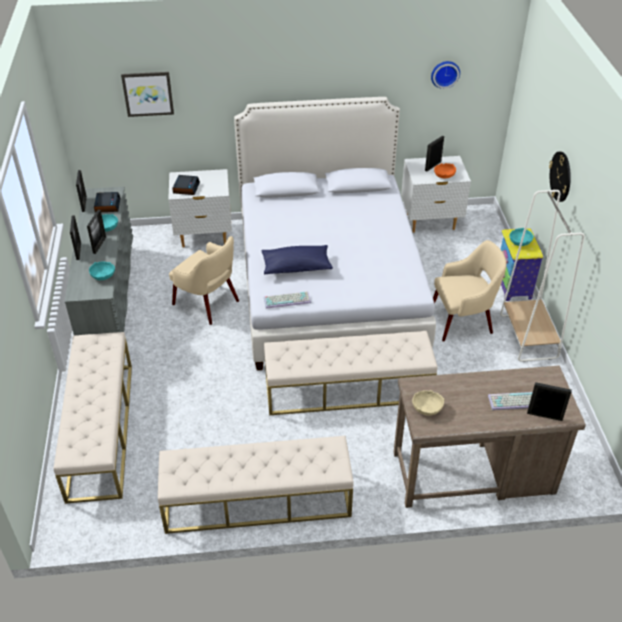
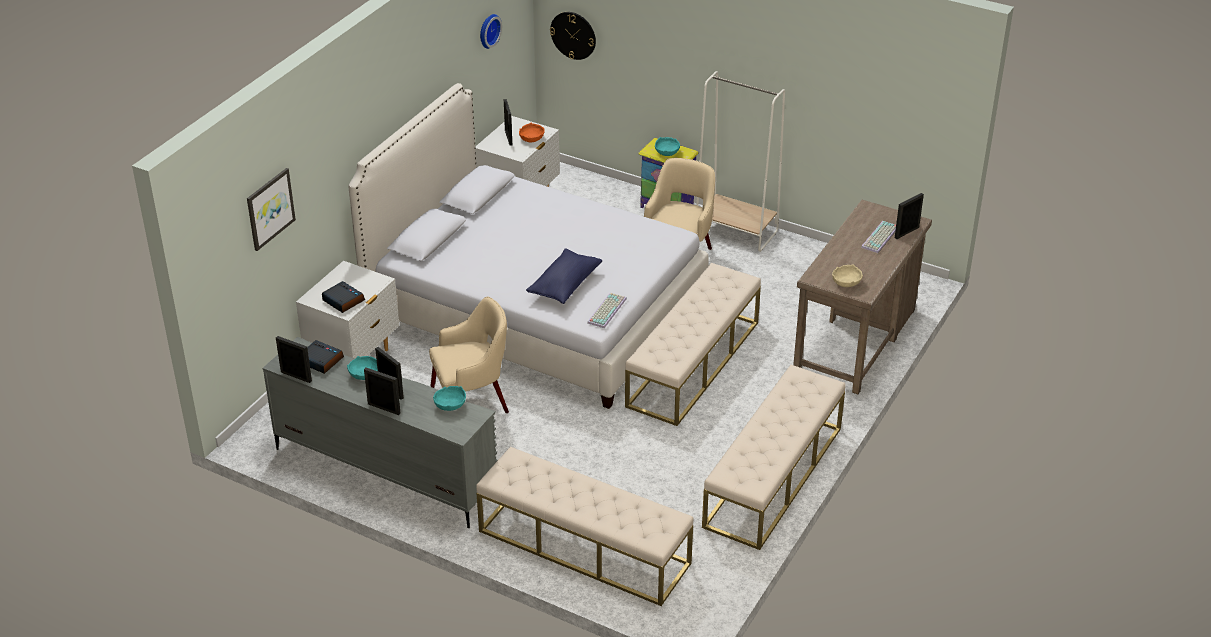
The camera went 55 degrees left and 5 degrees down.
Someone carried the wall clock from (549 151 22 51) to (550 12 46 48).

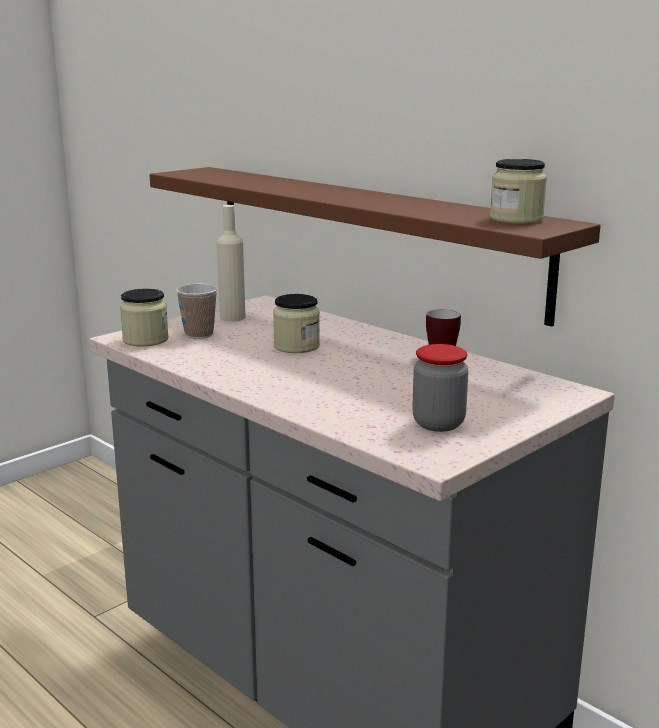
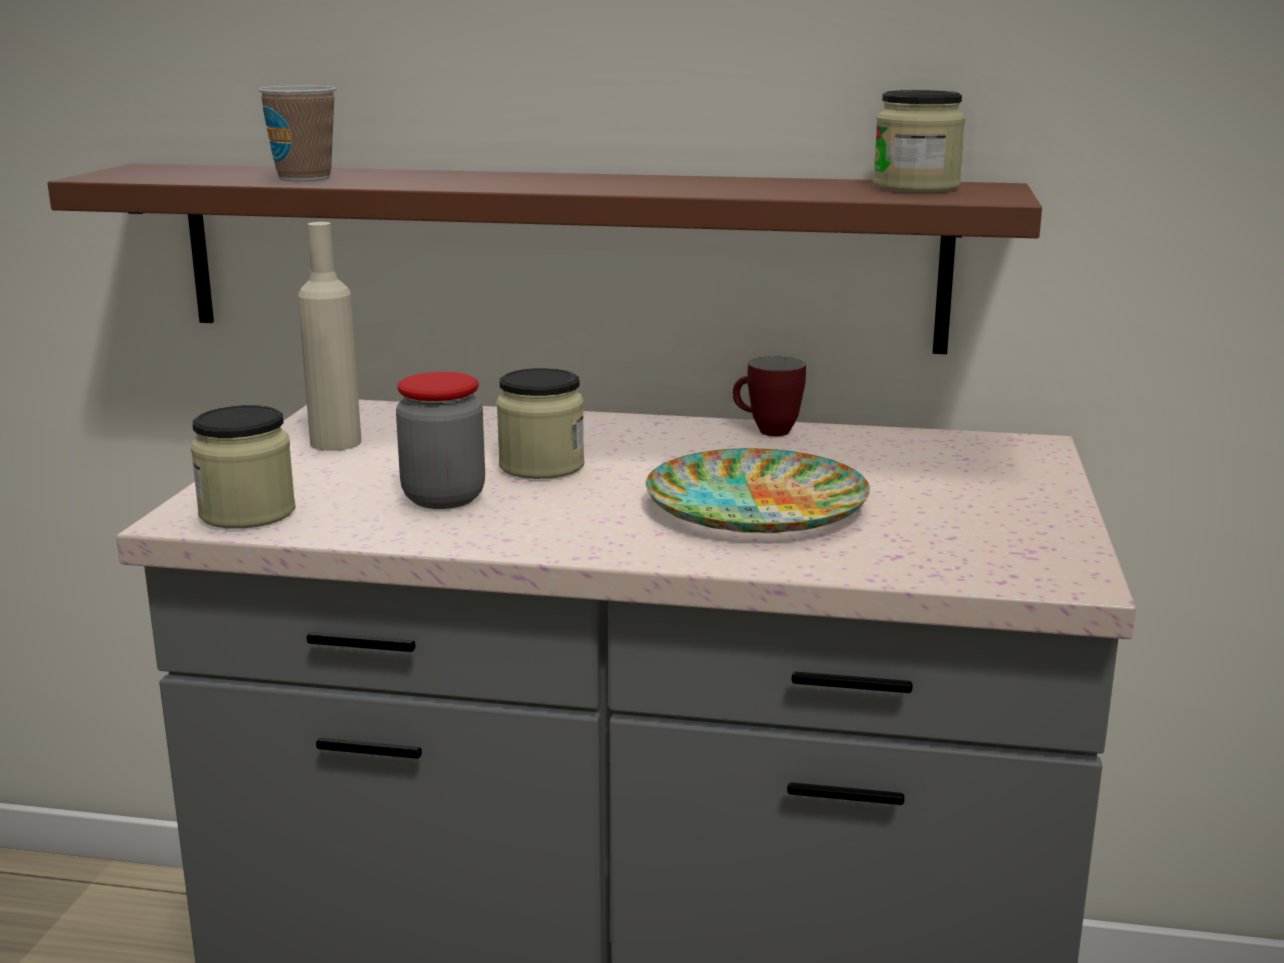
The camera went 35 degrees left and 0 degrees up.
Someone carried the cup from (176 284 42 55) to (258 86 78 95).
Someone carried the jar from (412 344 57 88) to (396 372 89 137).
Someone put down the plate at (646 448 224 85).

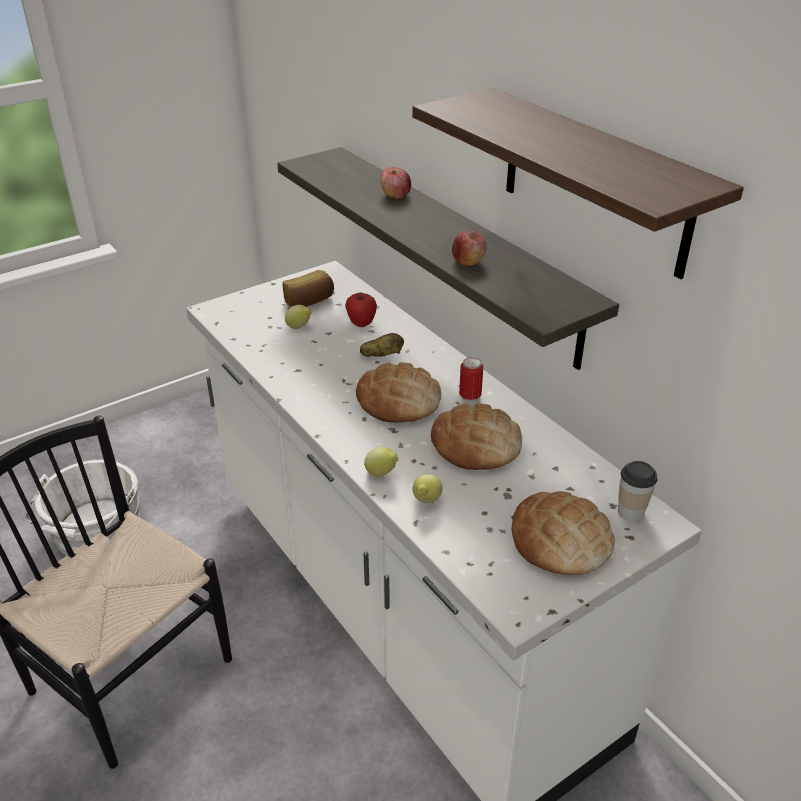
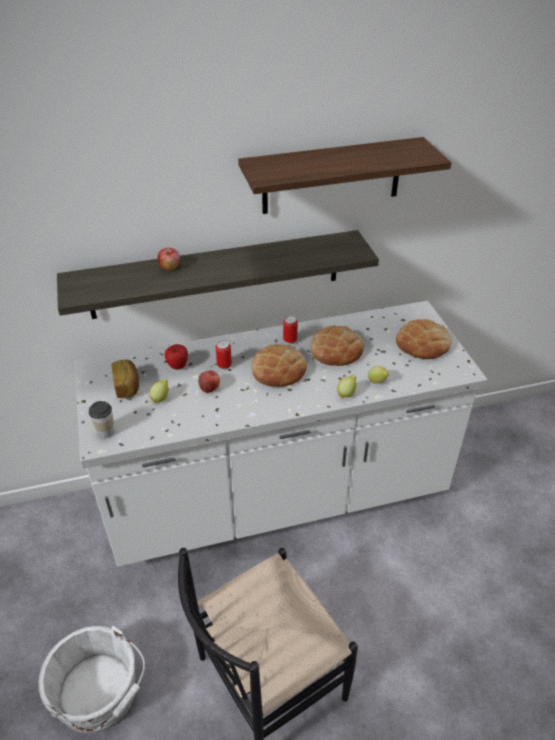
The camera went 70 degrees left and 5 degrees up.
Someone carried the cup from (618 461 40 60) to (89 401 25 37).
Someone carried the apple from (452 231 35 35) to (198 370 22 23).
Someone swapped the potato at (360 333 44 24) for the can at (216 340 16 30).

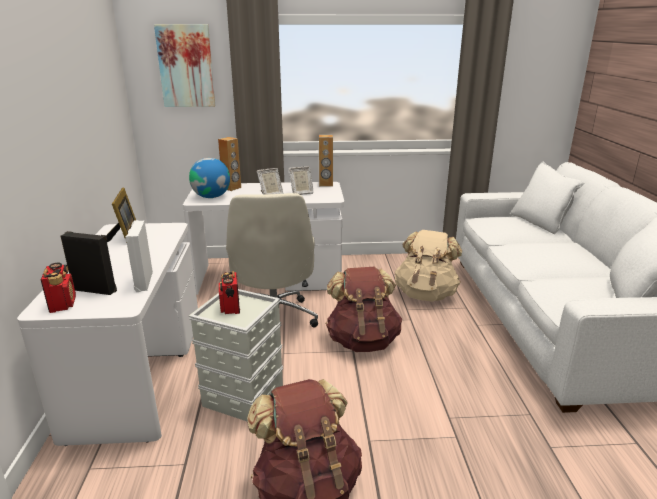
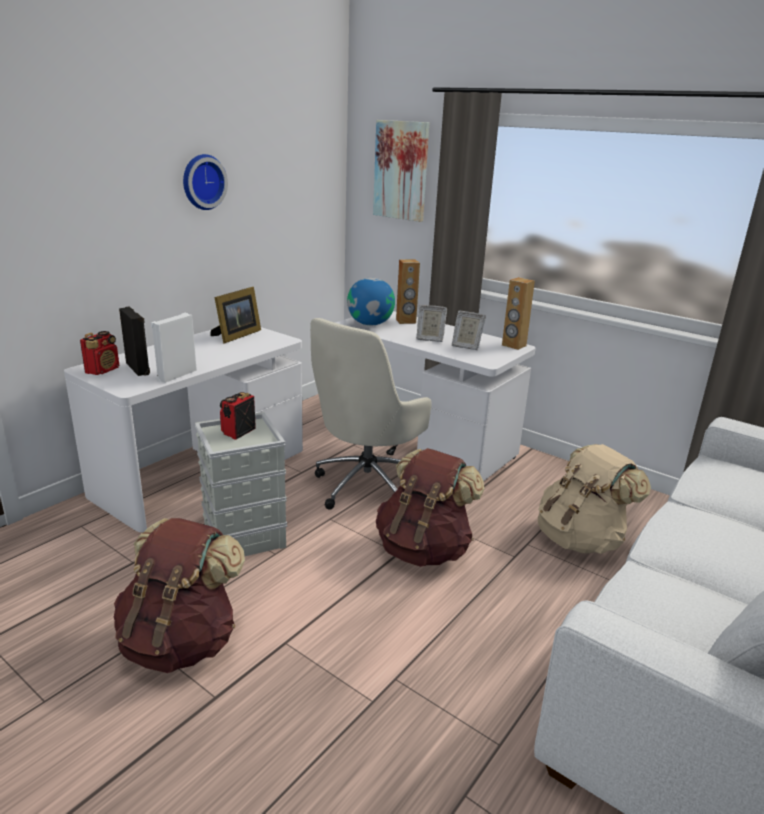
The camera went 40 degrees right and 0 degrees up.
Someone put up the wall clock at (183 154 45 56).

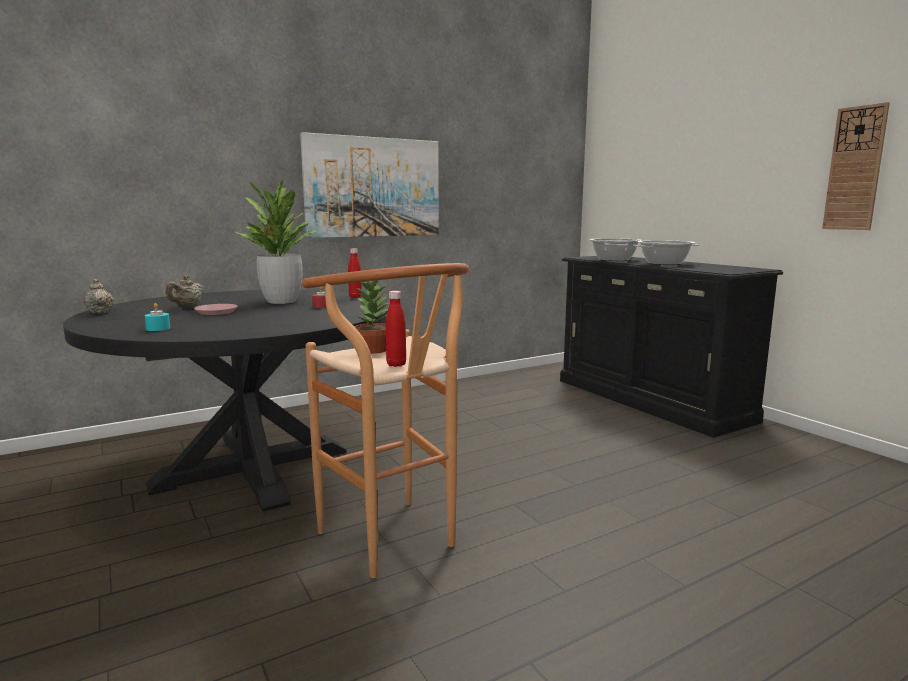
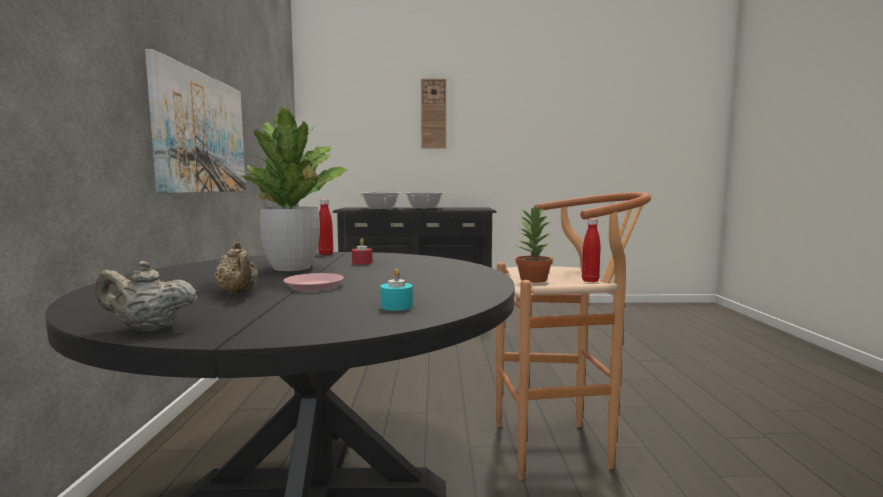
The camera went 60 degrees left and 5 degrees down.
Someone carried the wall clock from (822 102 68 128) to (421 79 26 69).

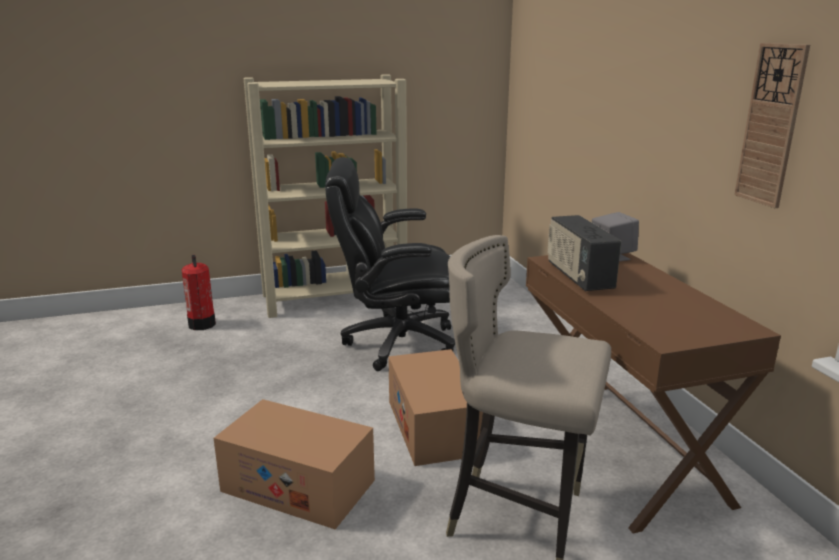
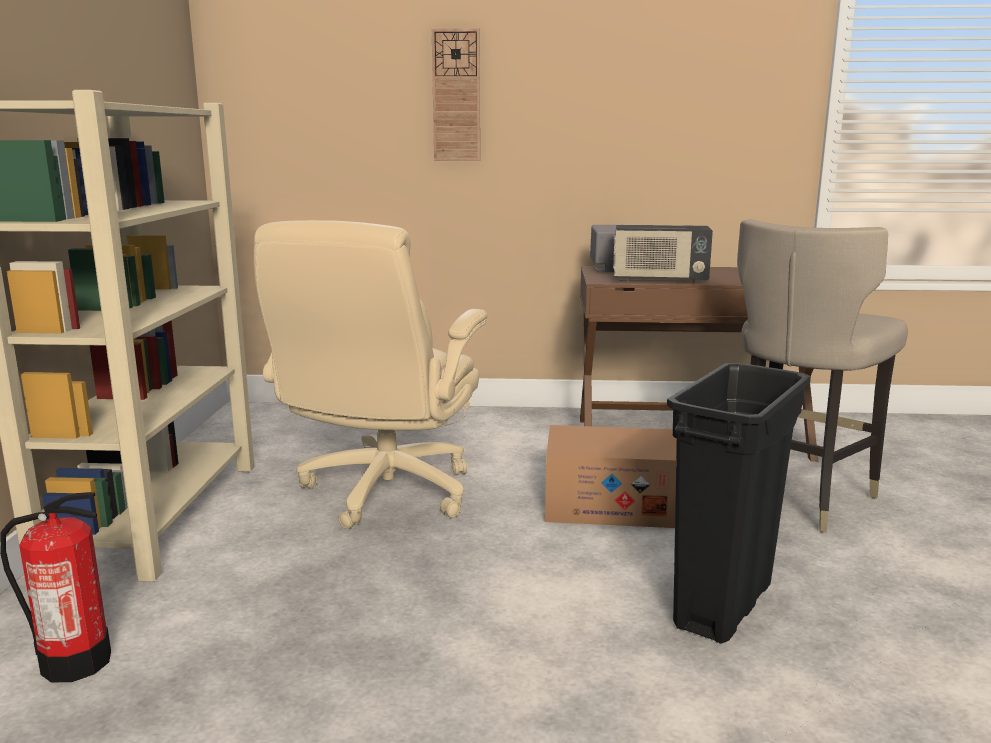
The camera went 70 degrees left and 5 degrees down.
Someone repainted the black office chair at (325 157 130 214), which became the beige office chair at (254 220 233 309).
Someone carried the wall clock from (734 43 76 165) to (432 28 48 133).
Someone swapped the cardboard box at (214 399 161 130) for the black trash can at (667 363 144 281).

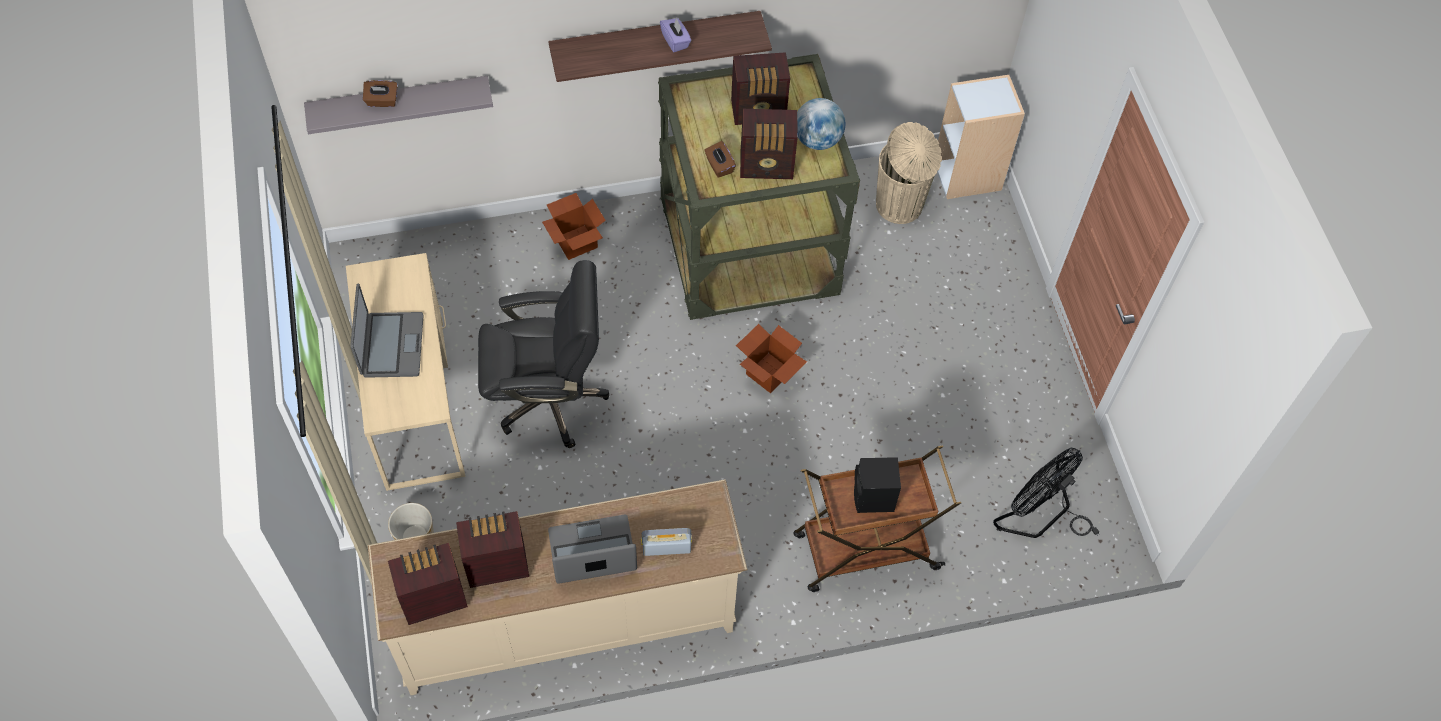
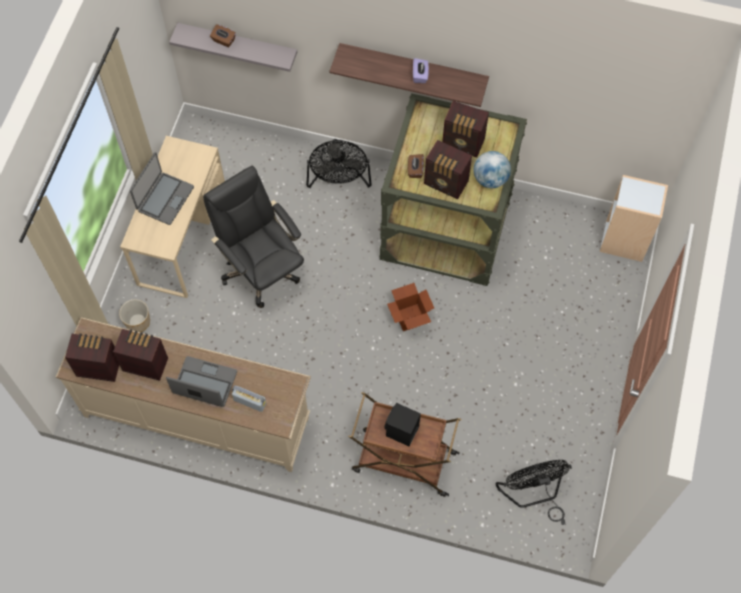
The camera went 30 degrees right and 5 degrees up.
Someone rotated the black office chair at (478 260 131 188) by 150 degrees counterclockwise.
Someone swapped the cardboard box at (542 193 64 67) for the black fan at (306 139 66 49).
Someone took away the beige trash can at (876 122 66 102).

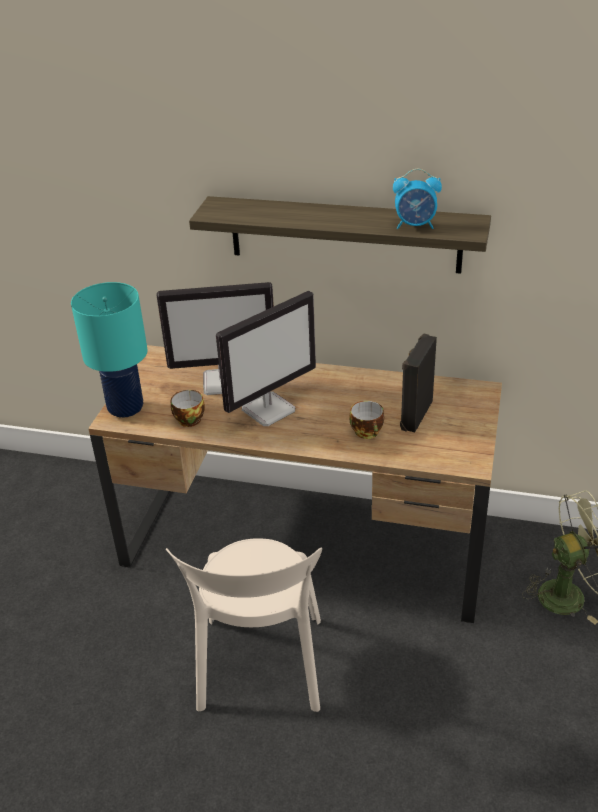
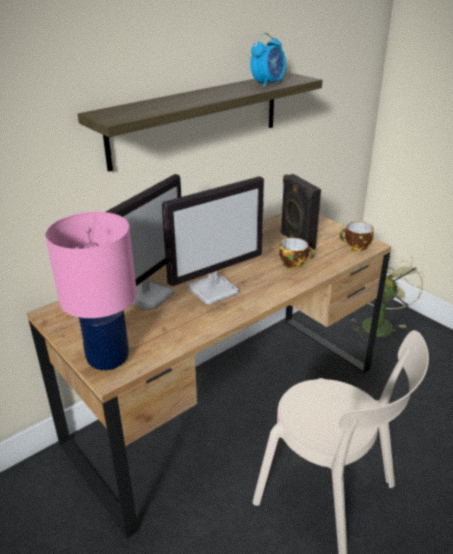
The camera went 55 degrees left and 5 degrees down.
Someone repainted the turquoise table lamp at (71 282 77 136), which became the pink table lamp at (45 212 92 158).
Someone rotated the monitor at (216 291 100 135) by 60 degrees clockwise.
Someone carried the cup from (171 390 34 37) to (339 222 35 29).

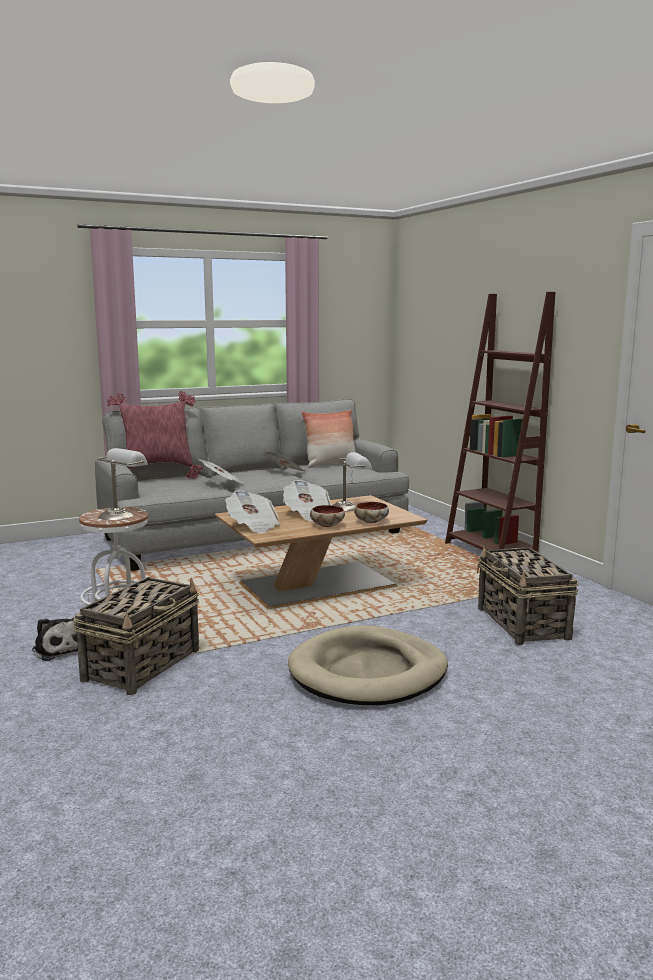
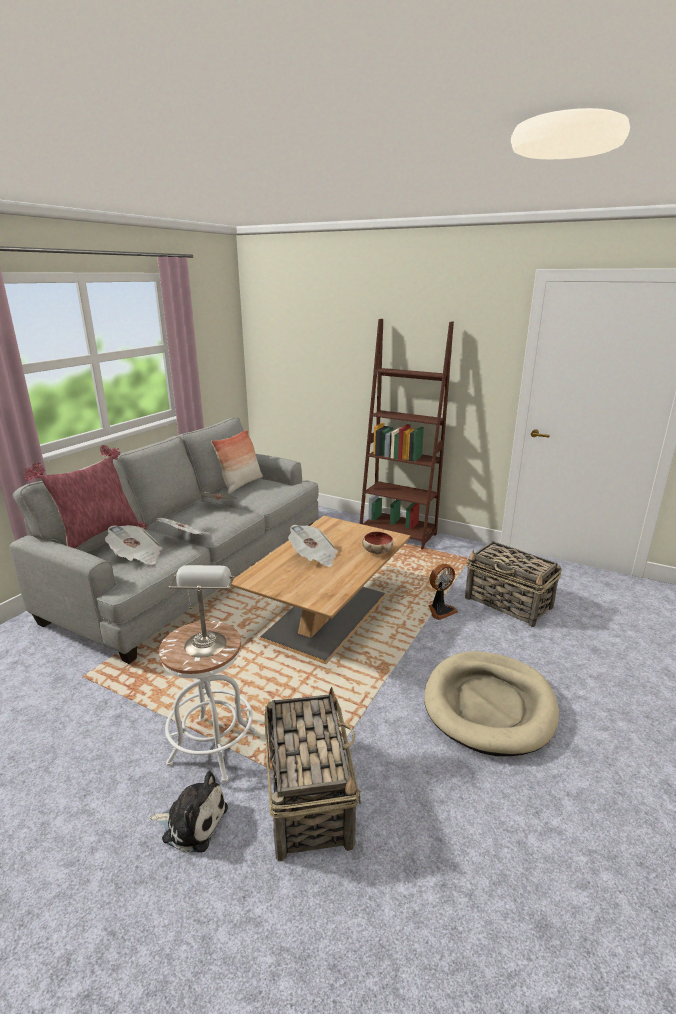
The camera went 35 degrees left and 10 degrees up.
Someone carried the newspaper from (225 490 55 44) to (105 525 57 40).
Someone put down the fan at (429 564 29 56).
Someone took away the bowl at (310 505 35 22).
Someone took away the white table lamp at (332 452 40 59).

